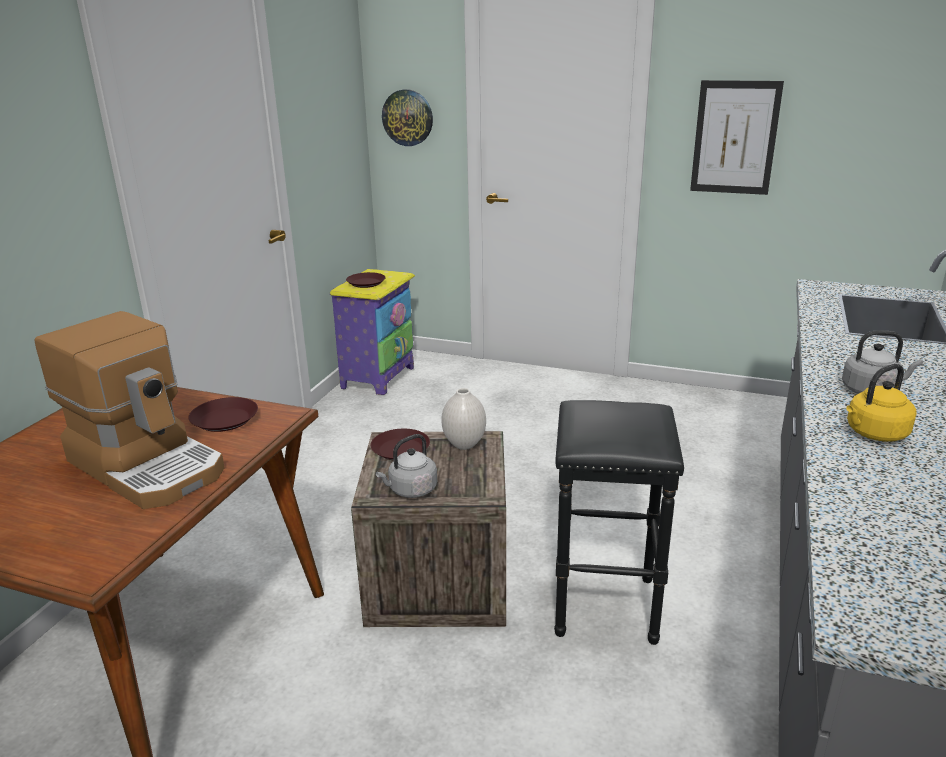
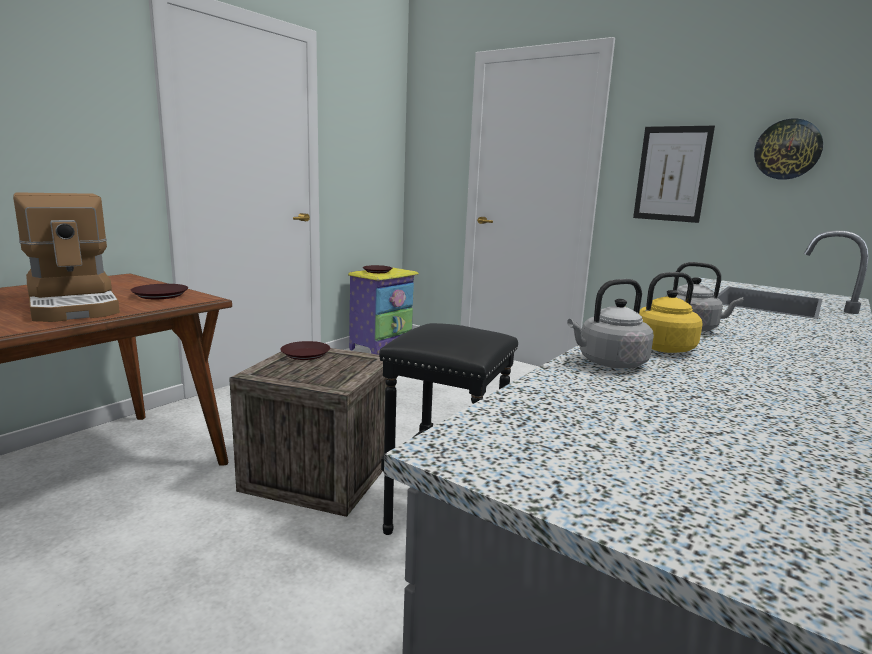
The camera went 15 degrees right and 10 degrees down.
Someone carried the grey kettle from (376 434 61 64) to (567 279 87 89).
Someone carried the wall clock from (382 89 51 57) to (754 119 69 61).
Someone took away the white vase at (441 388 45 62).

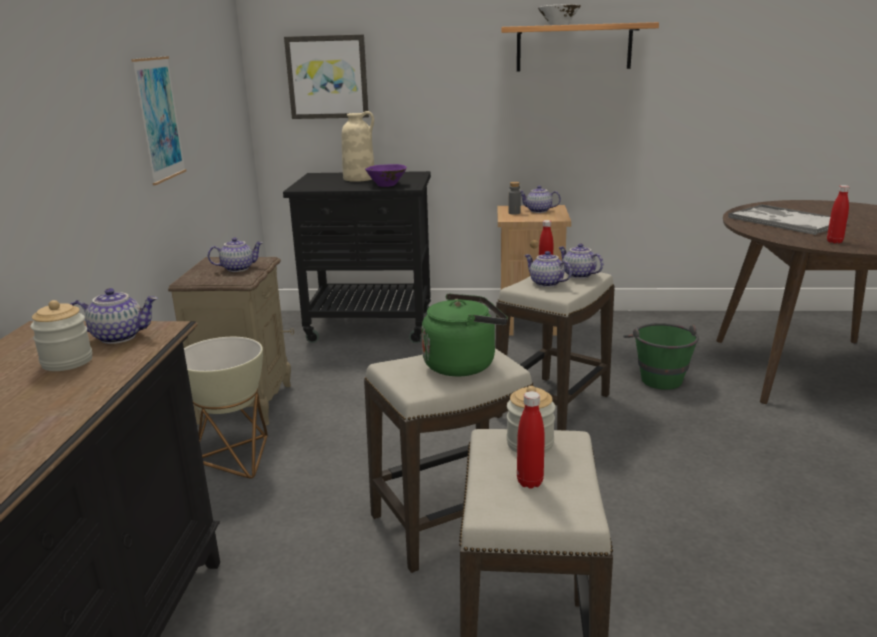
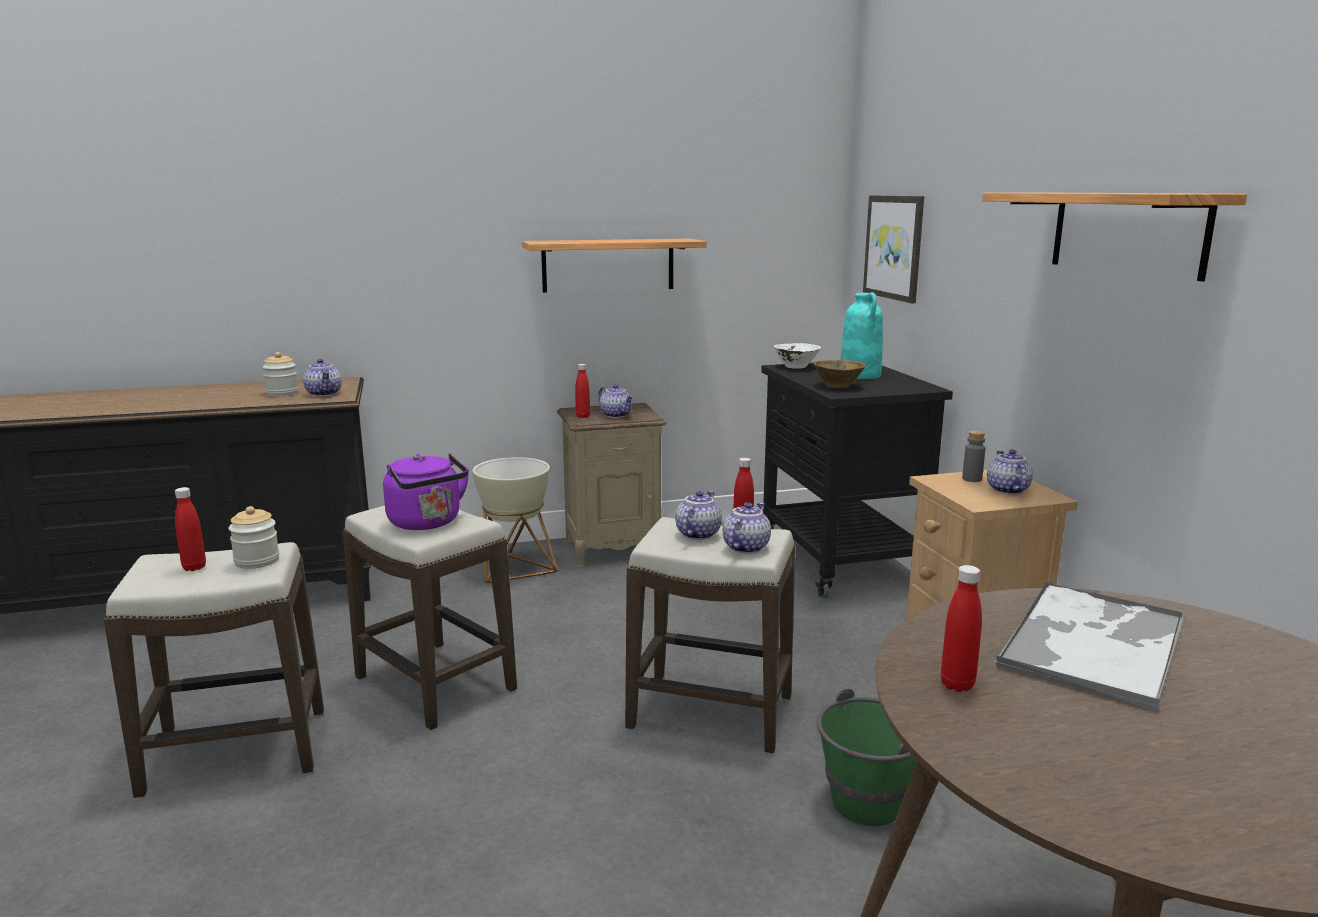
The camera went 70 degrees right and 5 degrees down.
Someone repainted the green kettle at (421 293 87 84), which became the purple kettle at (383 453 86 77).
Someone swapped the picture at (131 56 55 129) for the shelf at (522 238 185 55).
Someone put down the red bottle at (575 364 15 54).
Someone carried the white bowl from (538 4 43 21) to (774 343 47 26).
Someone repainted the purple bowl at (365 164 42 23), which became the brown bowl at (814 360 52 28).
Someone repainted the beige vase at (342 111 32 71), which became the turquoise vase at (840 292 43 87).

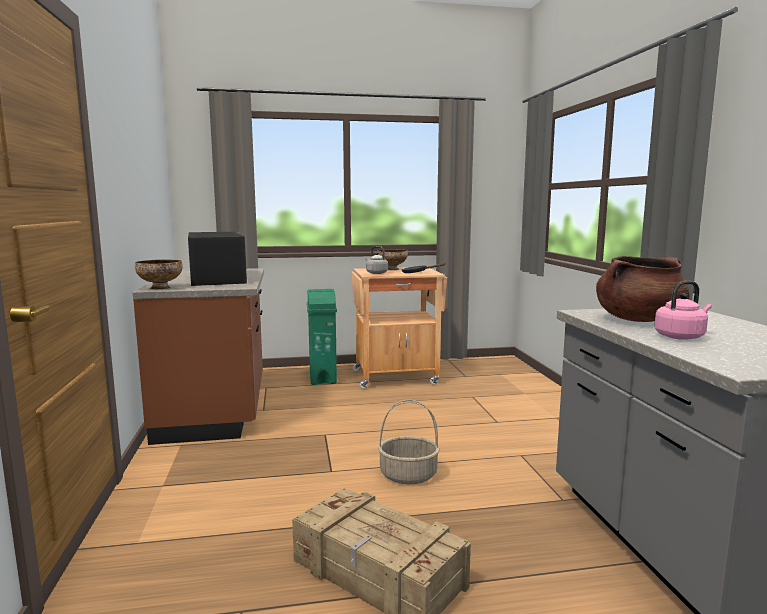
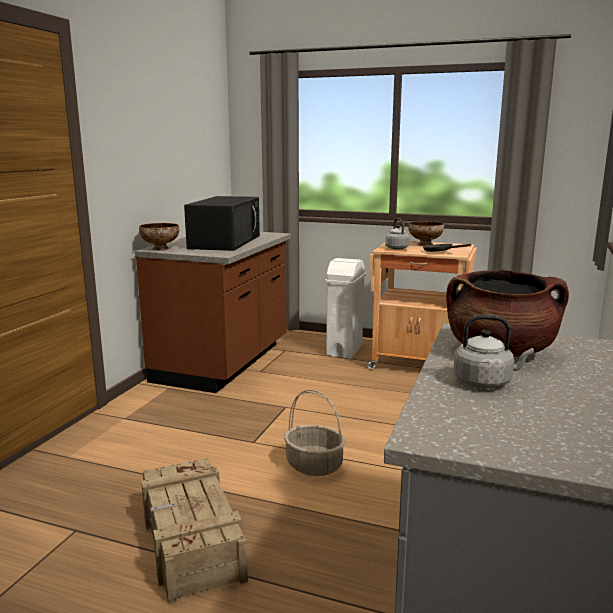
The camera went 30 degrees right and 5 degrees up.
Someone repainted the green trash can at (307 289 30 96), which became the white trash can at (325 258 41 101).
Someone repainted the pink kettle at (654 281 58 59), which became the grey kettle at (453 315 81 73).

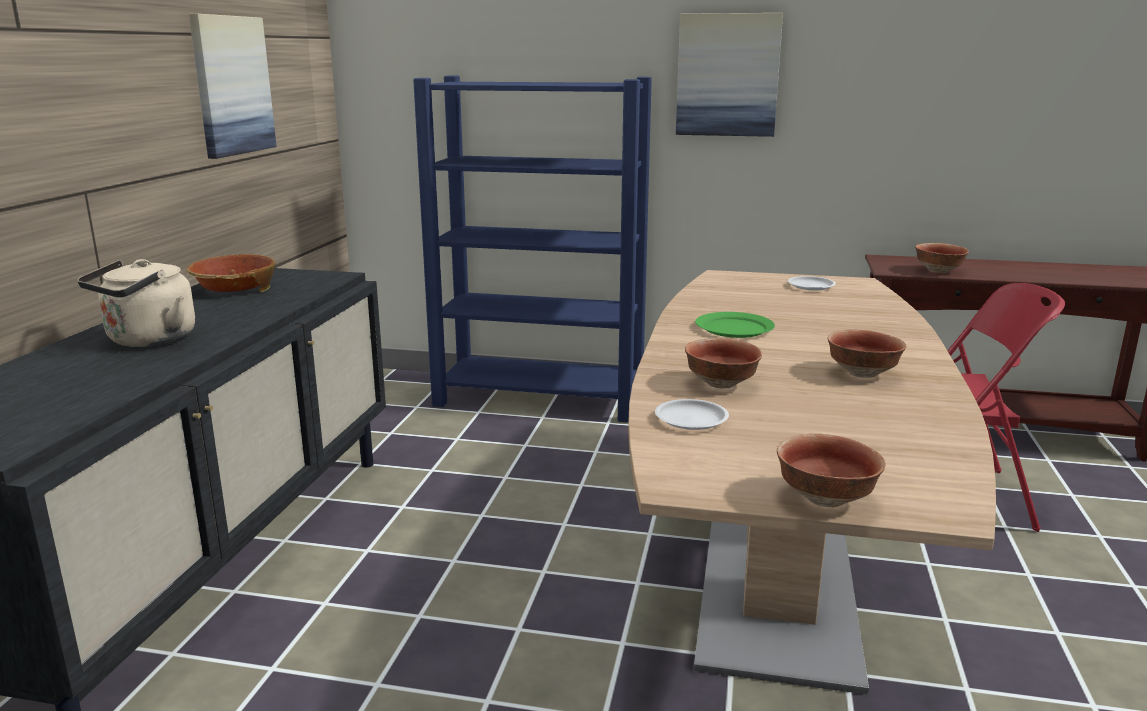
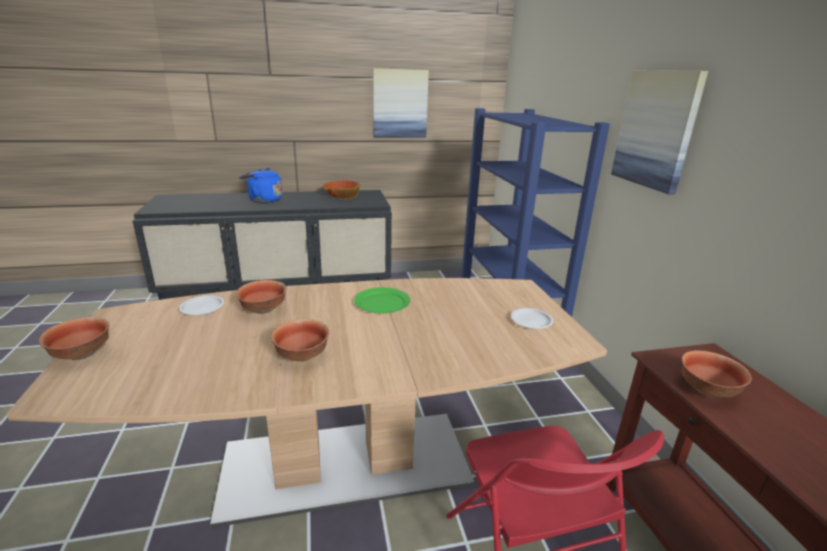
The camera went 65 degrees right and 5 degrees up.
Someone repainted the beige kettle at (77 259 118 88), which became the blue kettle at (239 168 43 35).

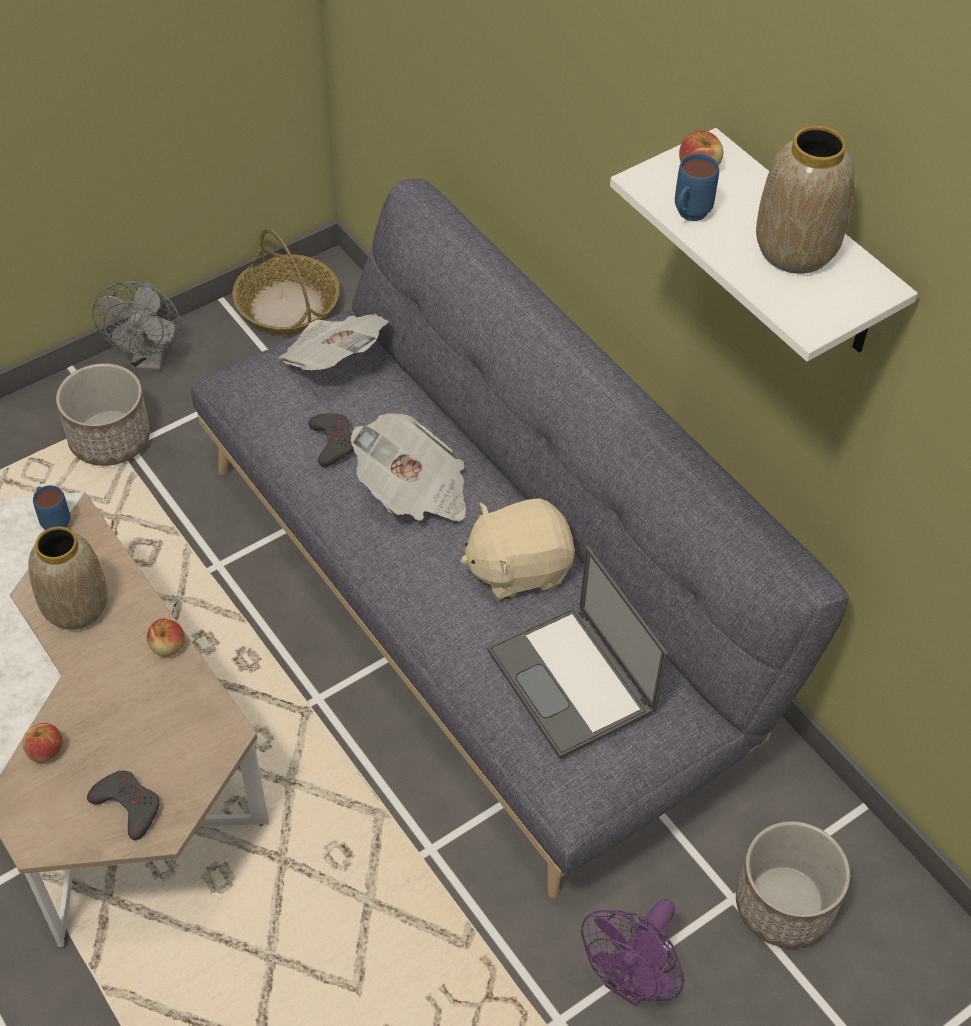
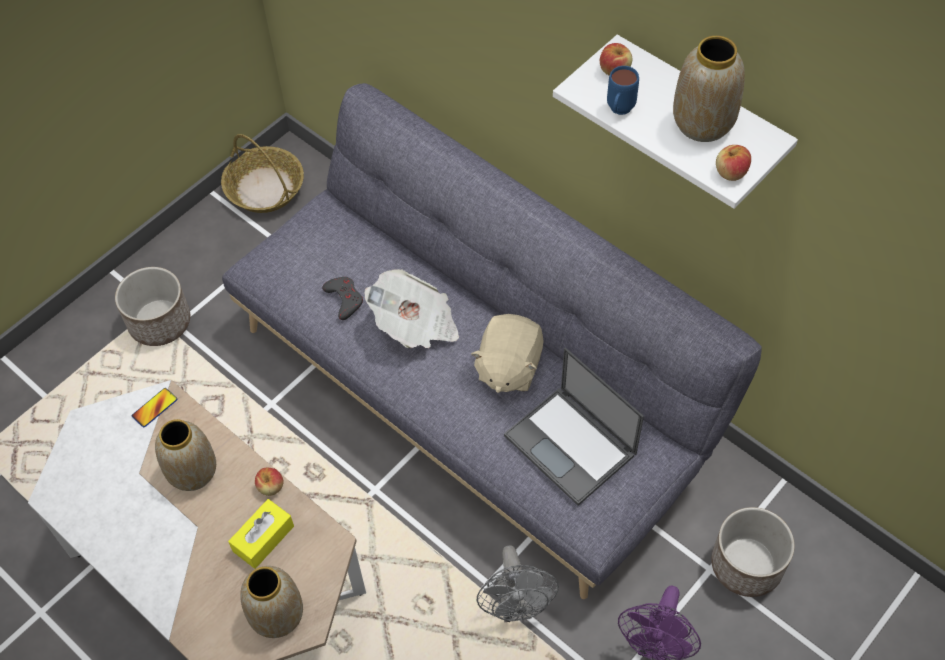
The camera went 10 degrees left and 5 degrees up.
Someone swapped the blue mug at (33 485 37 45) for the phone at (132 388 46 39).
Someone put down the yellow tissue box at (228 499 66 70).
Someone swapped the grey game controller at (87 771 73 69) for the vase at (240 566 63 72).
Someone rotated the beige plush toy at (460 498 115 102) by 45 degrees counterclockwise.
Someone carried the grey fan from (92 282 89 89) to (477 545 82 77).
Someone carried the apple from (22 723 41 40) to (716 145 35 36).
Someone took away the newspaper at (278 314 110 56).

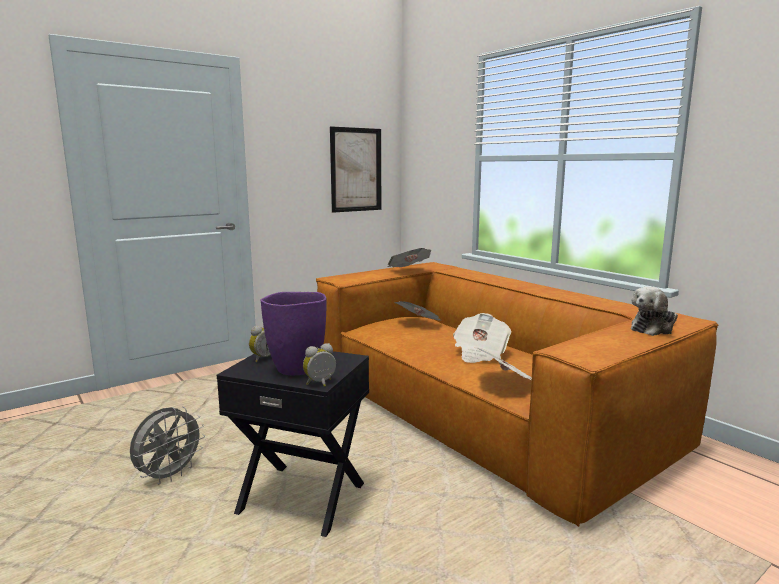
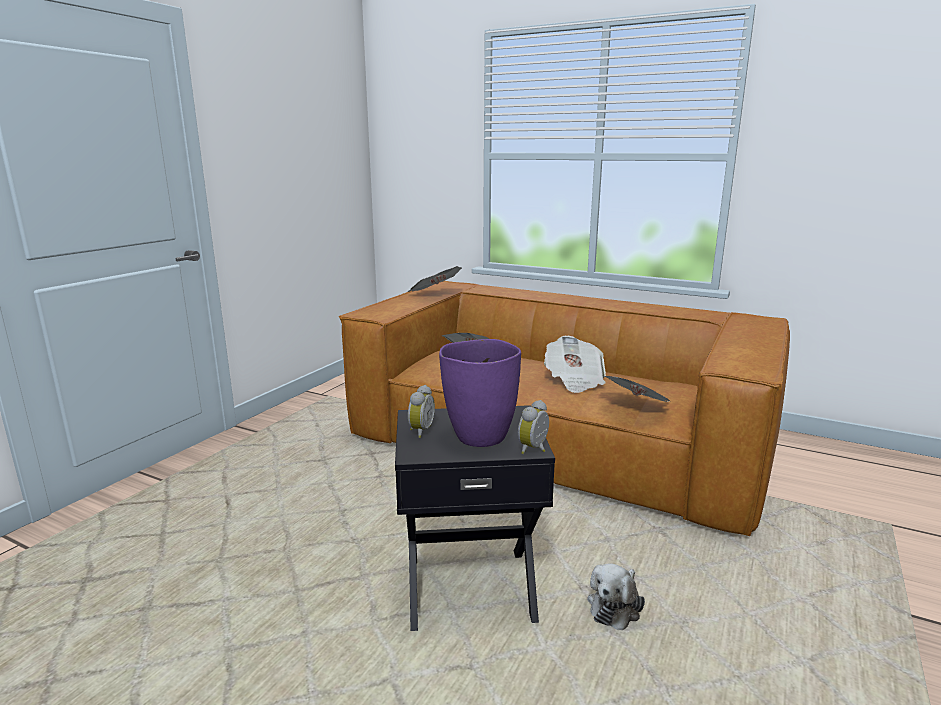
The camera went 25 degrees left and 5 degrees up.
Someone carried the plush toy from (631 286 47 50) to (587 563 58 67).
Someone took away the grey fan at (130 407 75 77).
Someone took away the picture at (330 126 51 87).

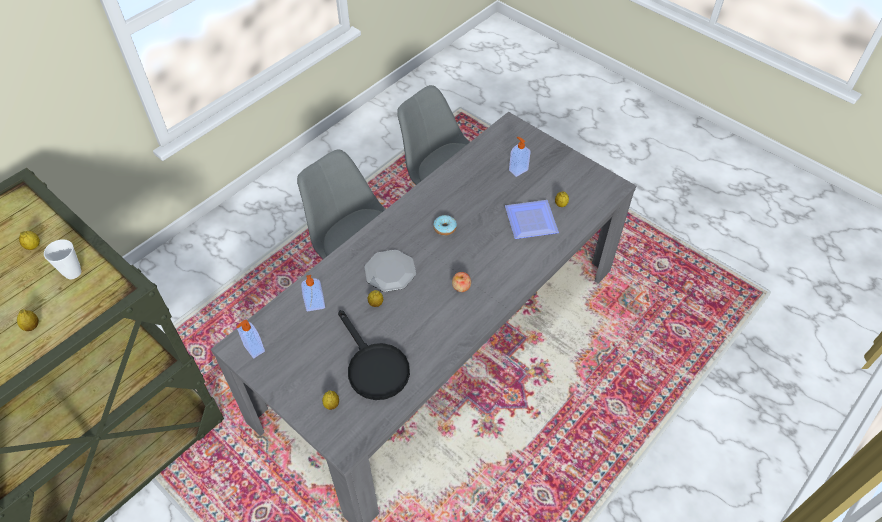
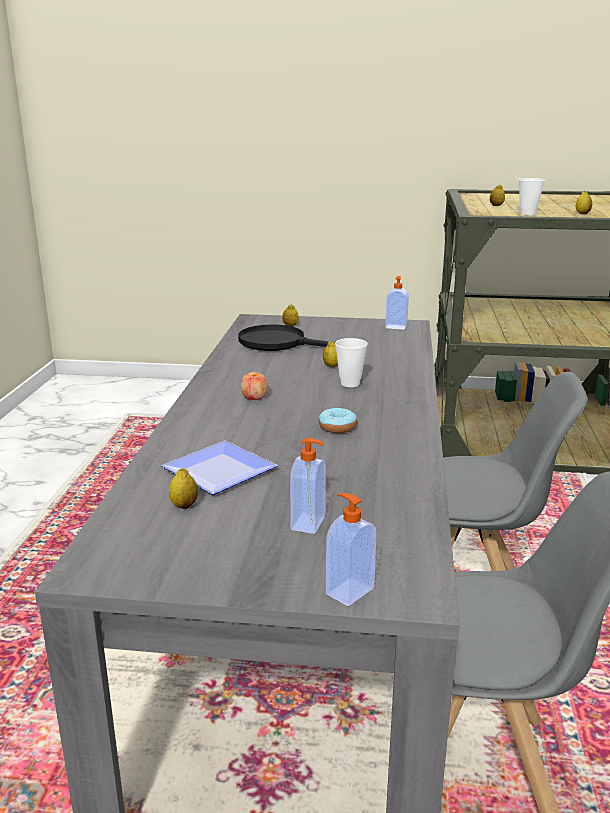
The camera went 145 degrees right and 30 degrees down.
Someone carried the soap dispenser from (301 275 24 36) to (326 493 51 113).
Someone swapped the plate at (364 250 52 42) for the cup at (335 338 33 49).

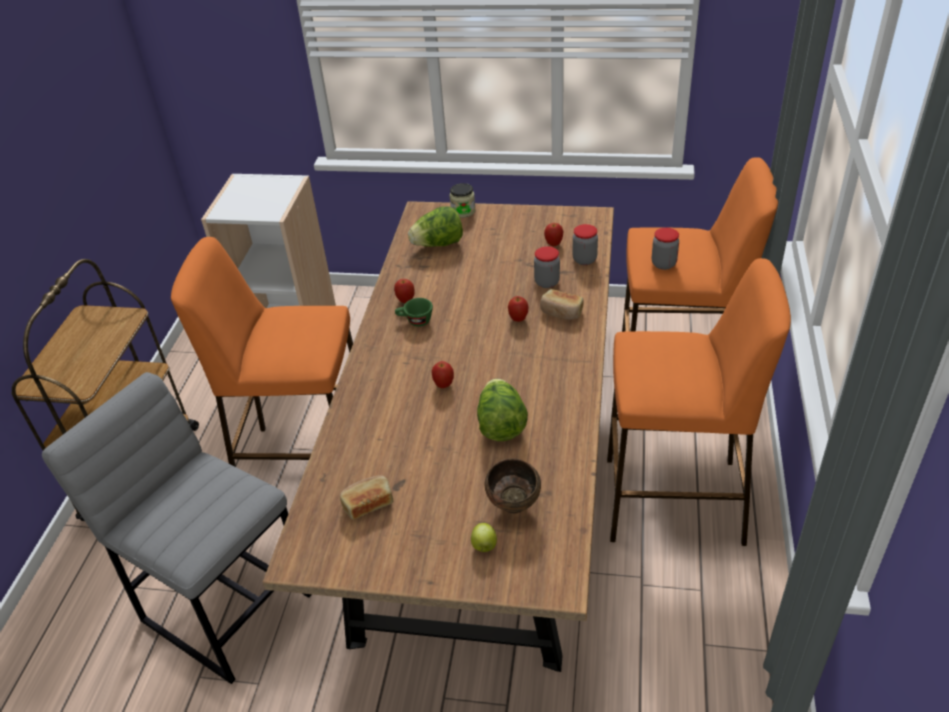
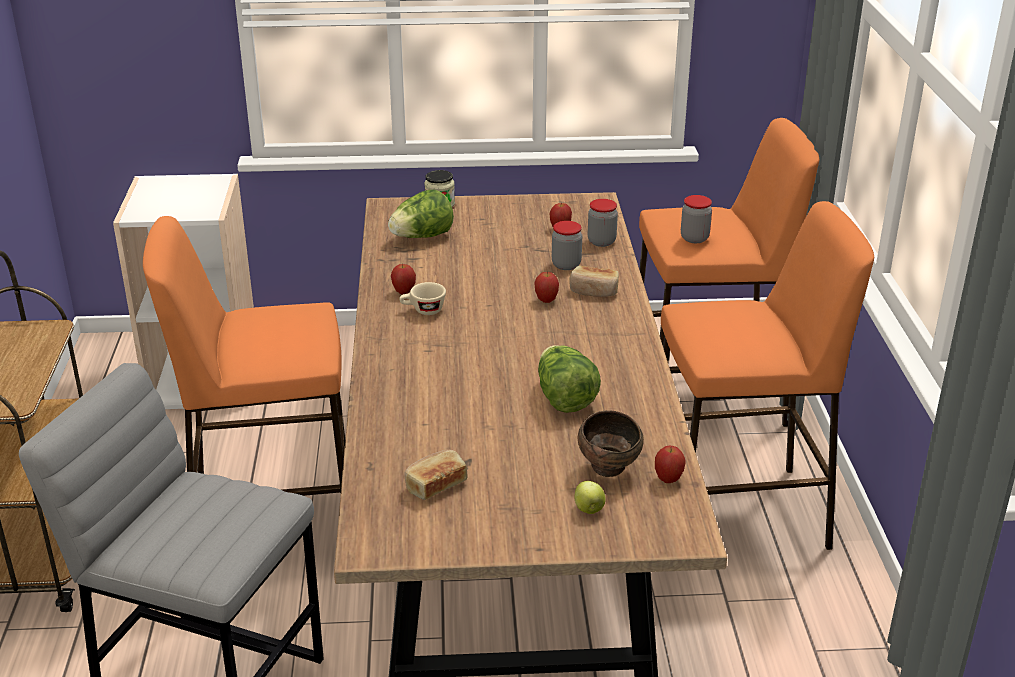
The camera went 15 degrees left and 10 degrees down.
Someone repainted the green cup at (395 298 38 29), which became the beige cup at (399 282 47 33).
Someone carried the apple from (431 361 23 27) to (655 445 31 38).

